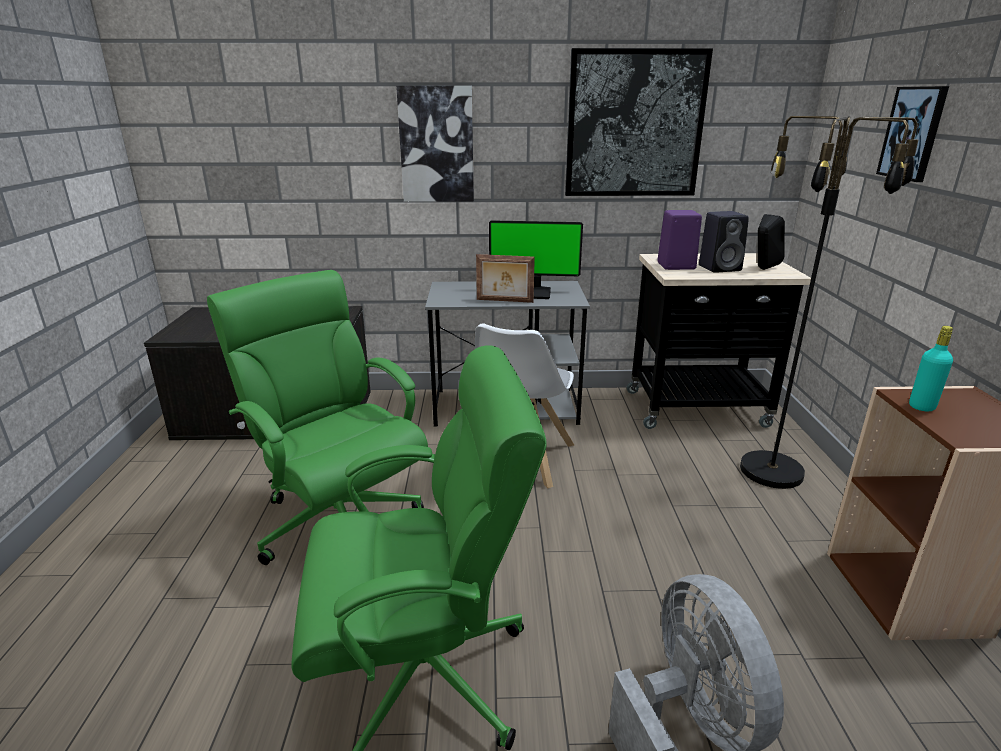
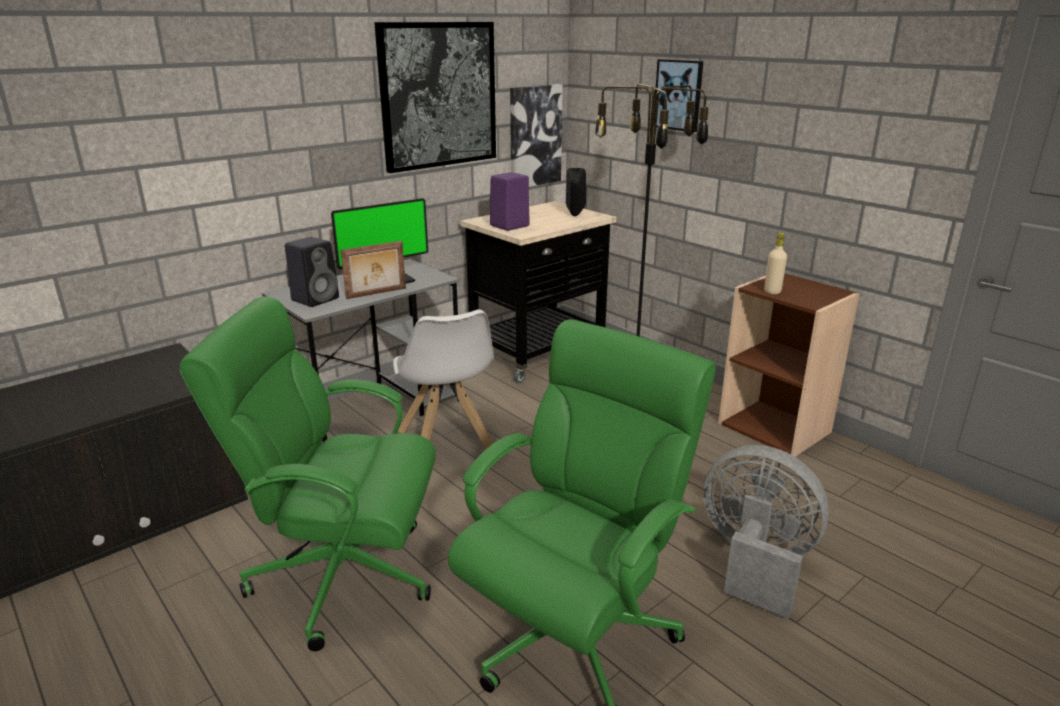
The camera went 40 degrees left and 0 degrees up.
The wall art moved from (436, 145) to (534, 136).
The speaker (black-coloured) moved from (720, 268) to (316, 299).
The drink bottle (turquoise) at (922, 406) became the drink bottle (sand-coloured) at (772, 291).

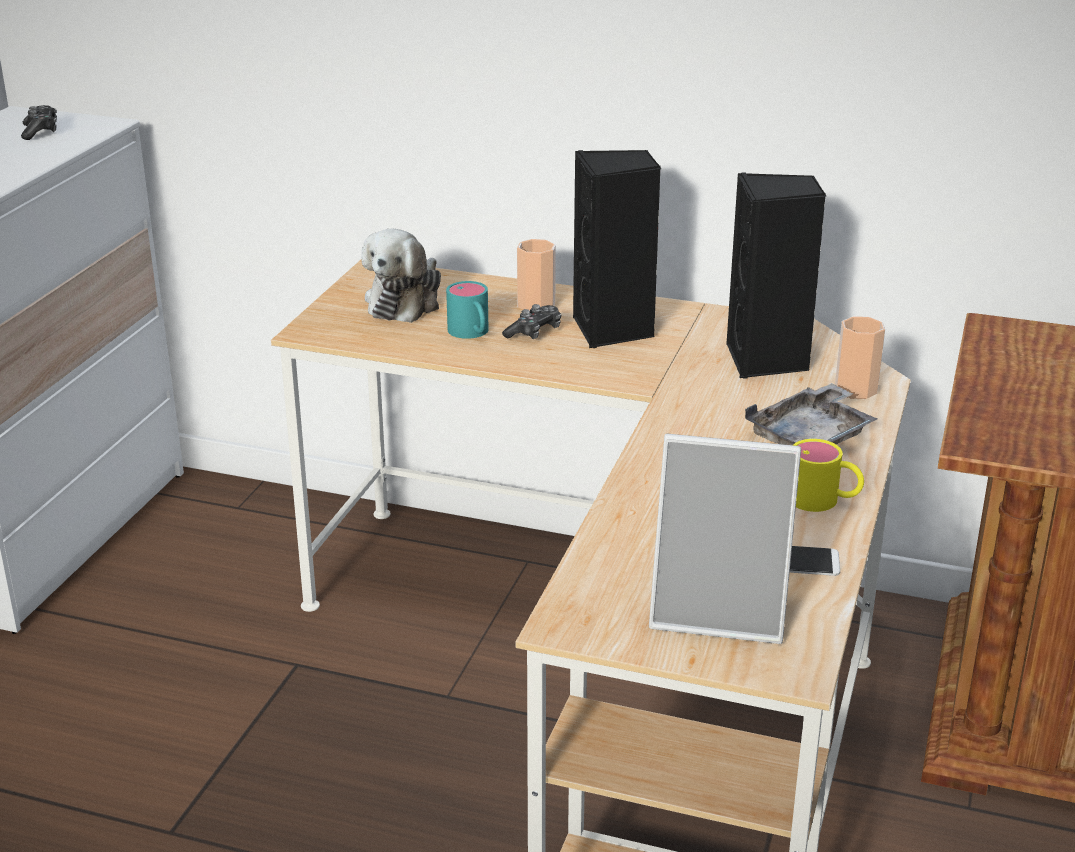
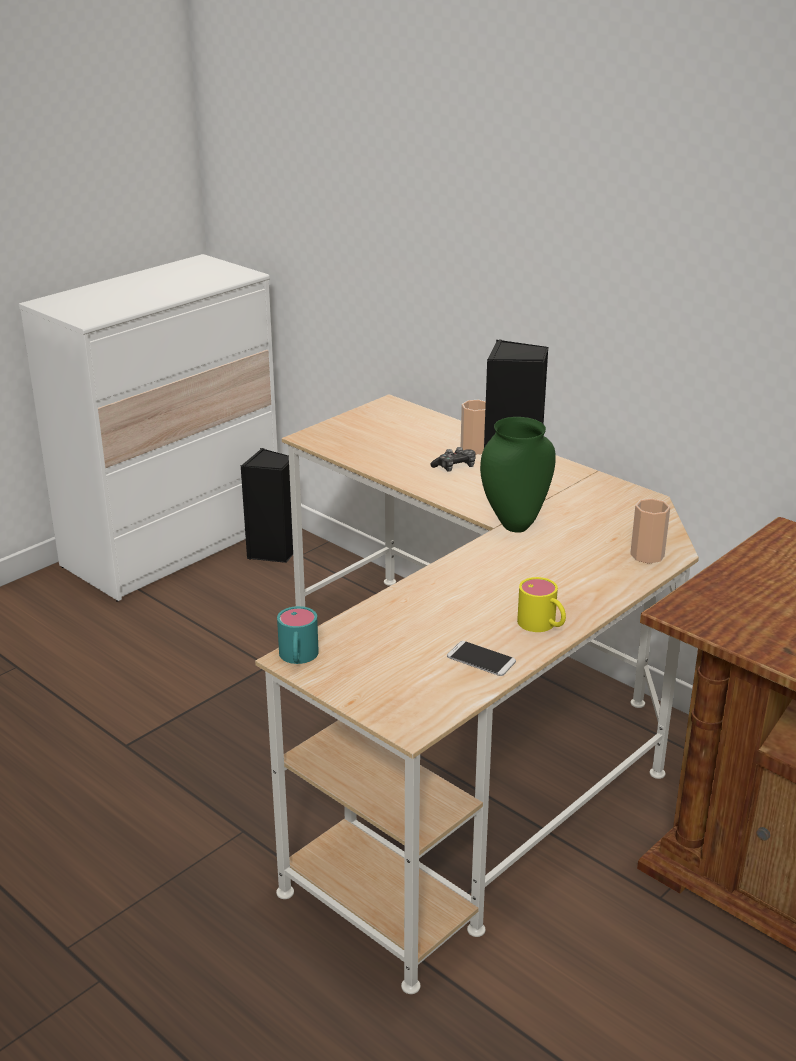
The camera went 25 degrees right and 0 degrees up.
The gamepad at (40, 131) disappeared.
The cuddly toy at (405, 302) disappeared.
The standing frame at (720, 610) disappeared.
The carrying tray (gray) at (812, 437) disappeared.
The decorative vase (greenish) at (514, 525) appeared.
The mug (turquoise) moved from (471, 333) to (298, 658).
The speaker (black-coloured) moved from (767, 361) to (273, 552).

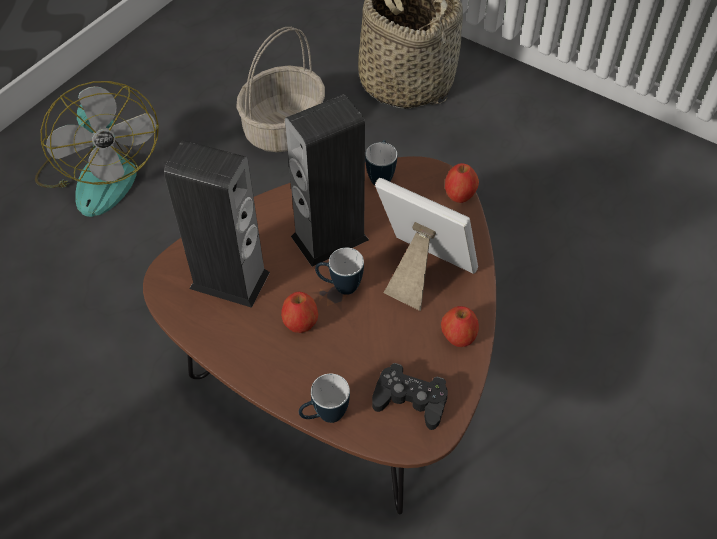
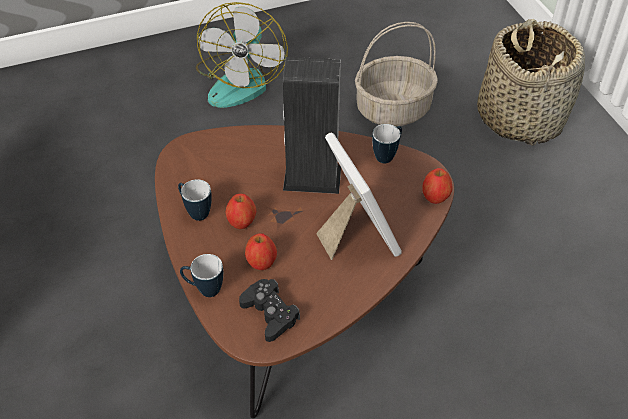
The camera went 35 degrees right and 5 degrees down.
The speaker at (229, 280) disappeared.
The mug moved from (339, 286) to (195, 212).
The apple moved from (458, 337) to (261, 262).

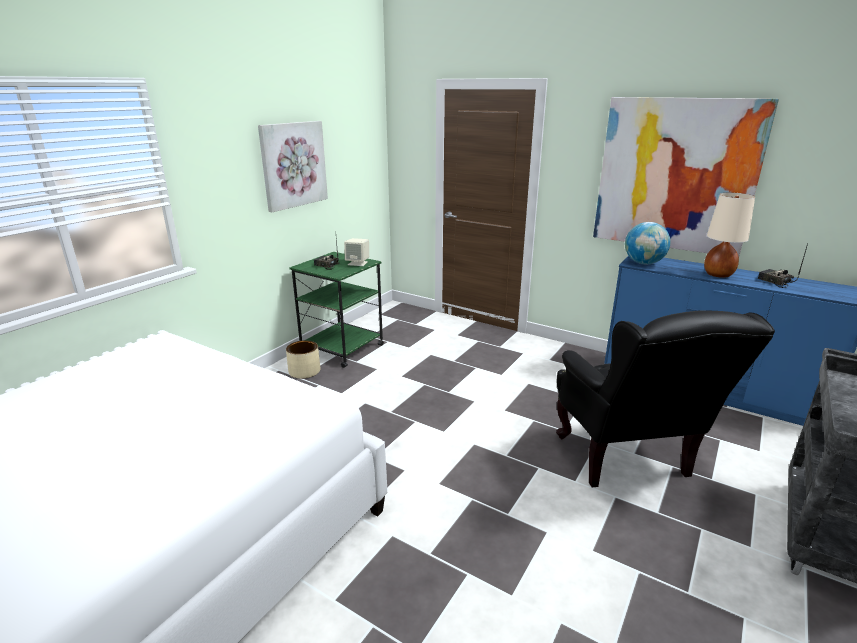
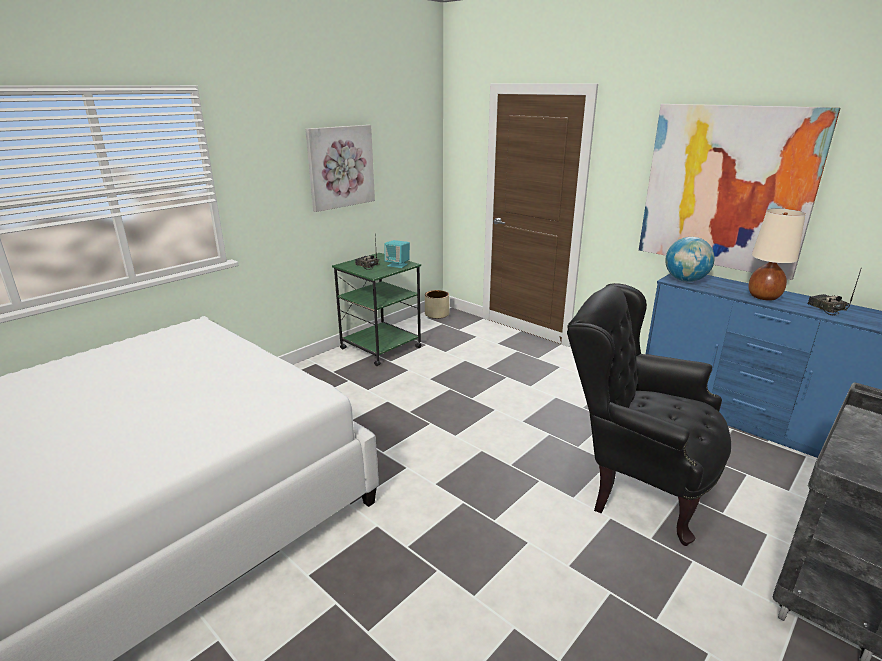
The camera went 10 degrees right and 0 degrees up.
The plant pot (sand-coloured) moved from (304, 372) to (436, 314).
The speaker (sand-coloured) at (358, 263) became the speaker (turquoise) at (397, 265).
The lounge chair (black-coloured) at (629, 464) turned 120 degrees clockwise.

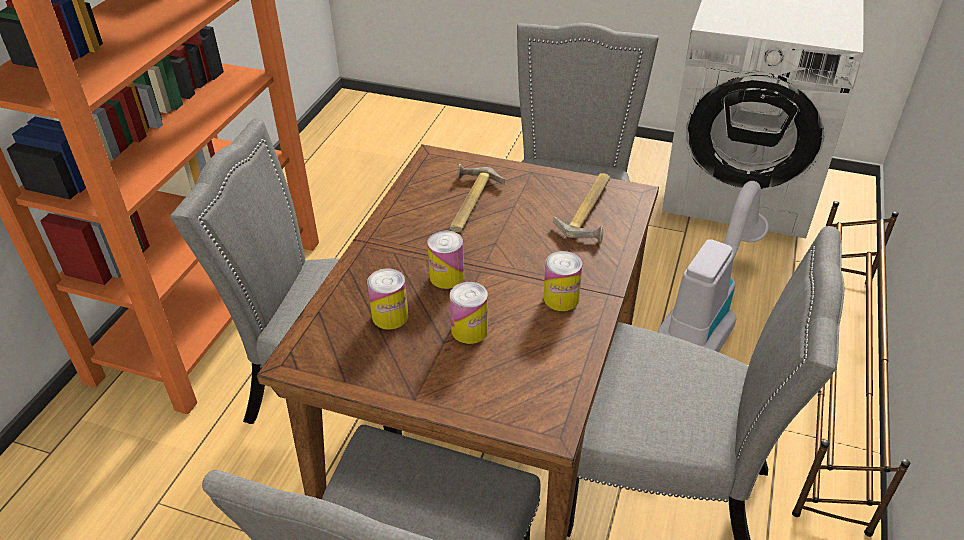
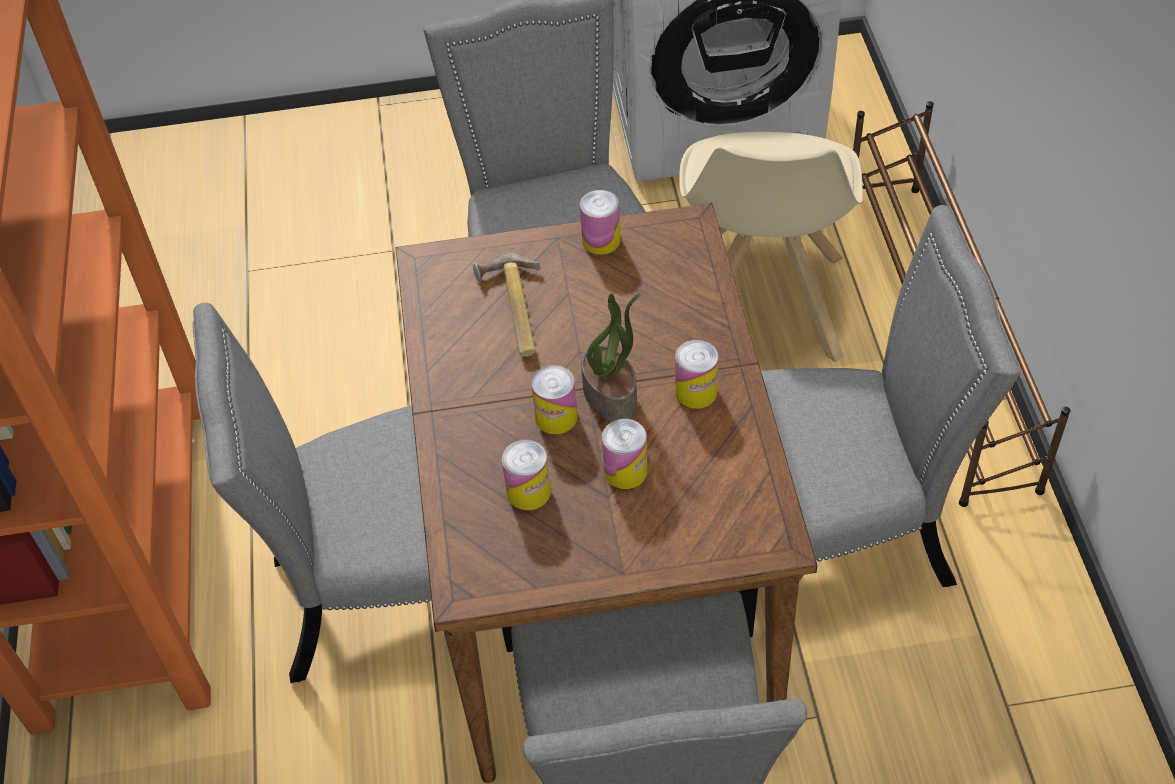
The camera went 25 degrees left and 10 degrees up.
The hand hammer at (592, 211) disappeared.
The can at (601, 240) appeared.
The plant in a pot at (611, 395) appeared.
The vacuum cleaner at (707, 317) was replaced by the upright chair (sand-coloured) at (761, 308).

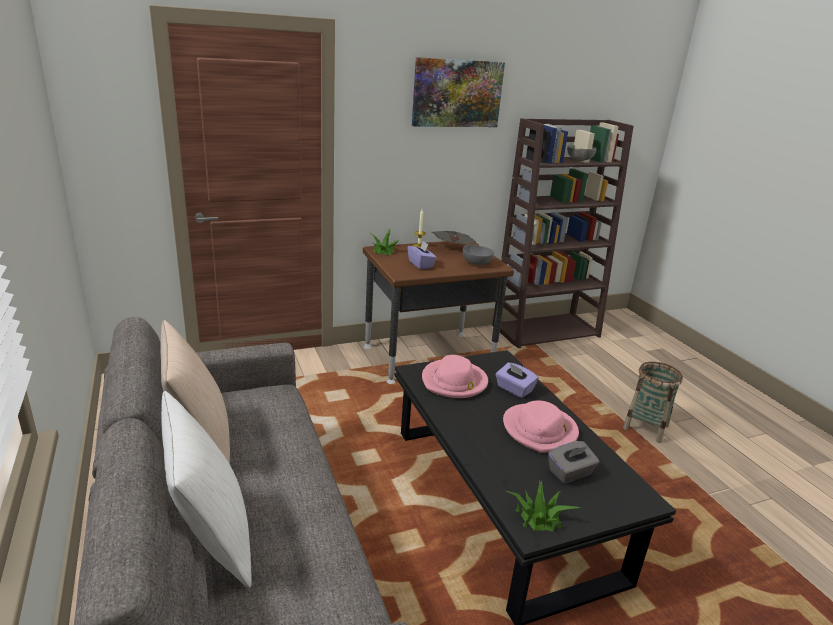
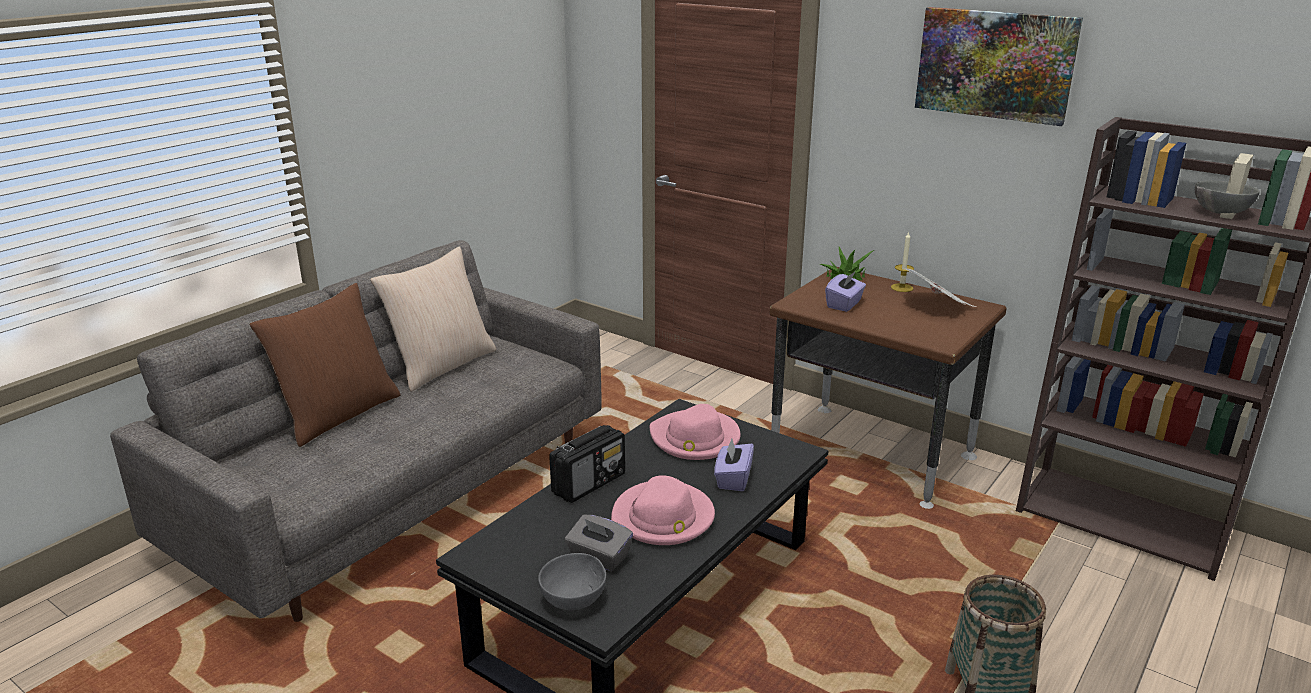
The camera went 60 degrees right and 0 degrees up.
The plant in a pot at (538, 517) disappeared.
The radio receiver at (589, 483) appeared.
The bowl (gray) moved from (477, 263) to (575, 599).
The throw pillow (white-coloured) at (212, 538) became the throw pillow (brown) at (338, 414).

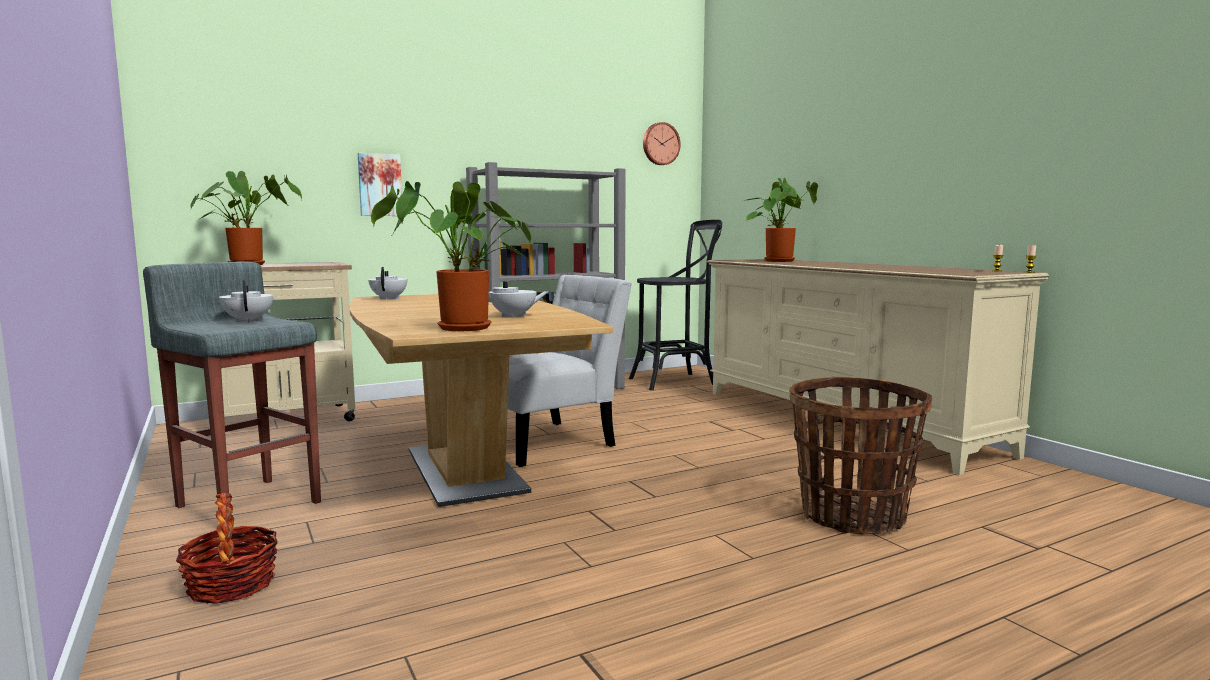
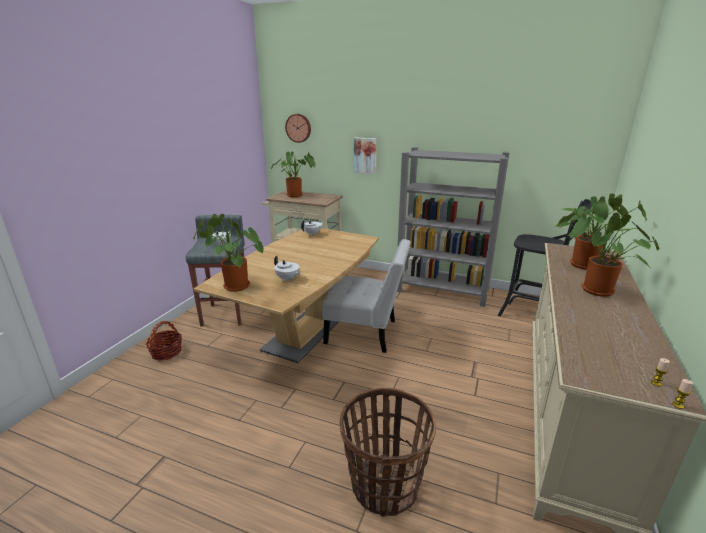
The camera went 50 degrees right and 15 degrees up.
The plant in a pot at (594, 291) appeared.
The wall clock moved from (660, 144) to (298, 128).

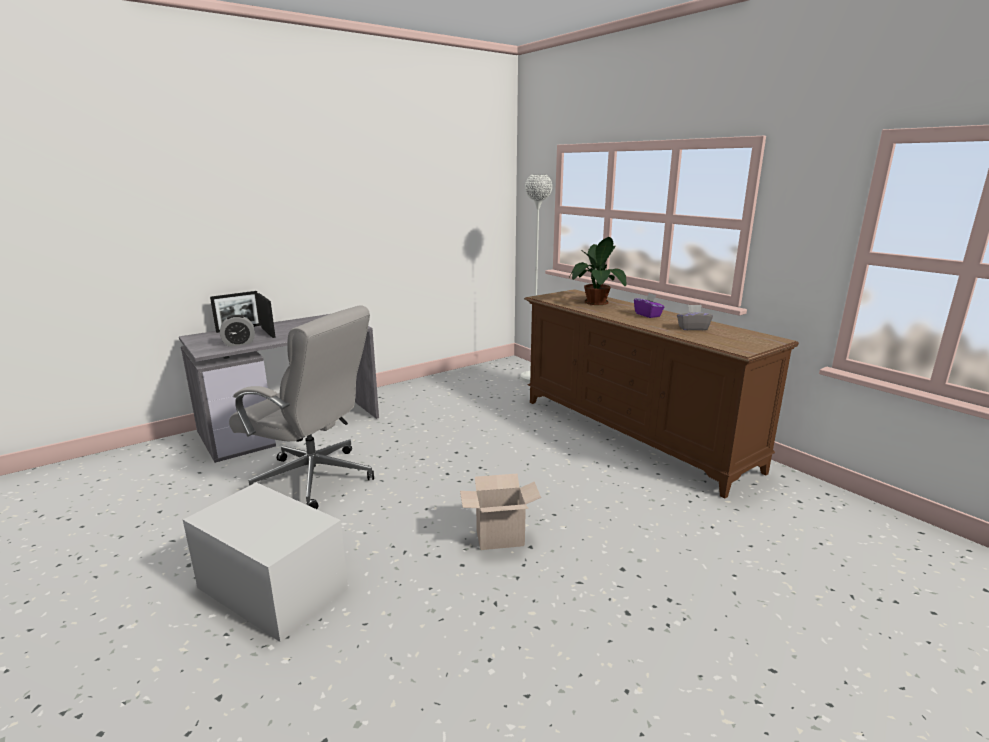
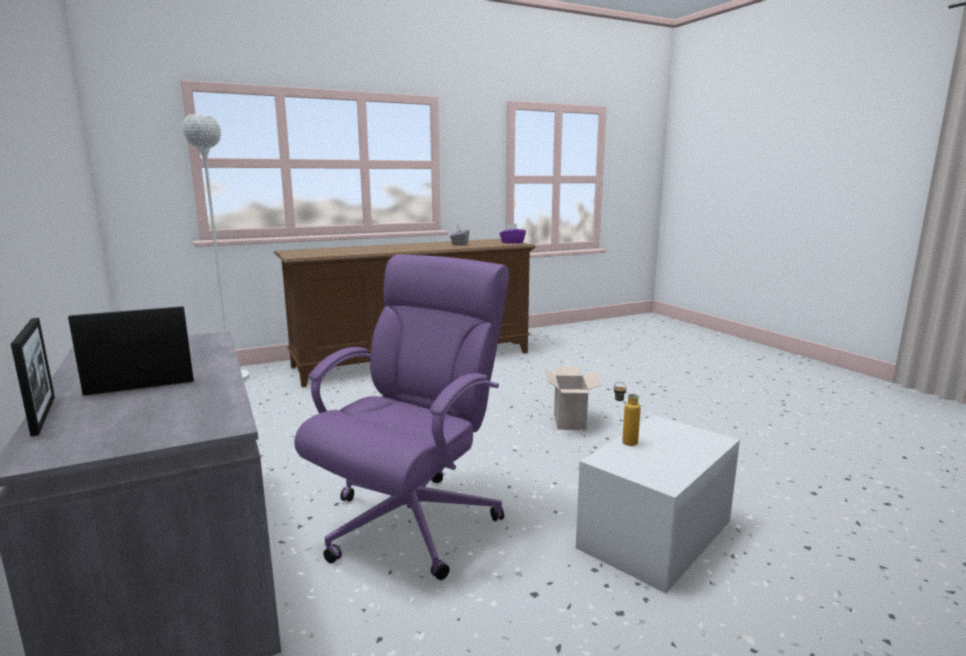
The camera went 80 degrees left and 5 degrees down.
The bedside clock at (239, 343) disappeared.
The plant in a pot at (596, 303) disappeared.
The drink bottle at (623, 441) appeared.
The tissue box (purple-coloured) moved from (648, 315) to (512, 242).
The computer chair (gray) at (314, 477) became the computer chair (purple-coloured) at (410, 524).

